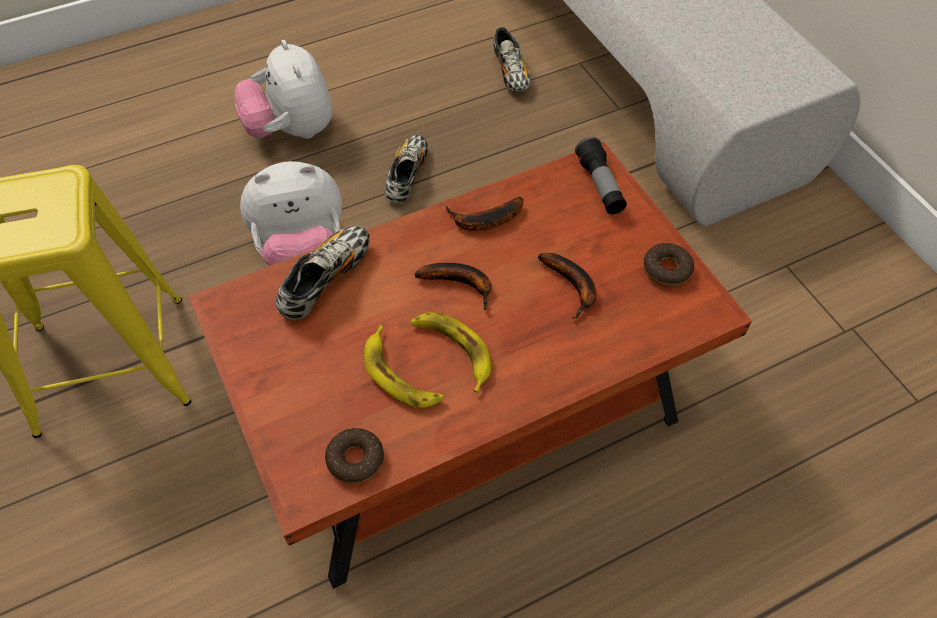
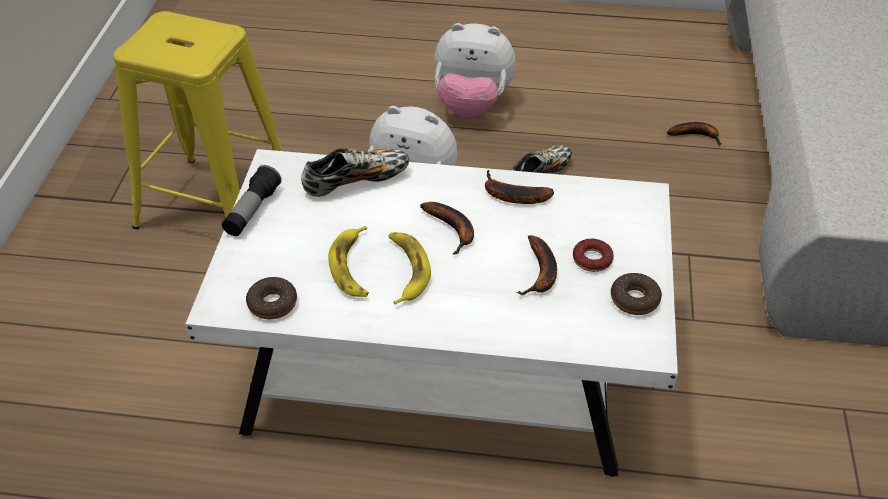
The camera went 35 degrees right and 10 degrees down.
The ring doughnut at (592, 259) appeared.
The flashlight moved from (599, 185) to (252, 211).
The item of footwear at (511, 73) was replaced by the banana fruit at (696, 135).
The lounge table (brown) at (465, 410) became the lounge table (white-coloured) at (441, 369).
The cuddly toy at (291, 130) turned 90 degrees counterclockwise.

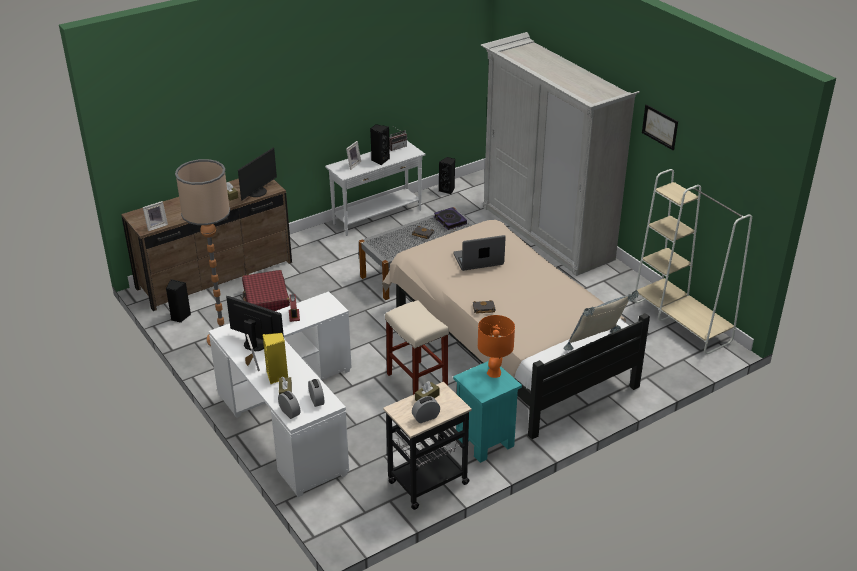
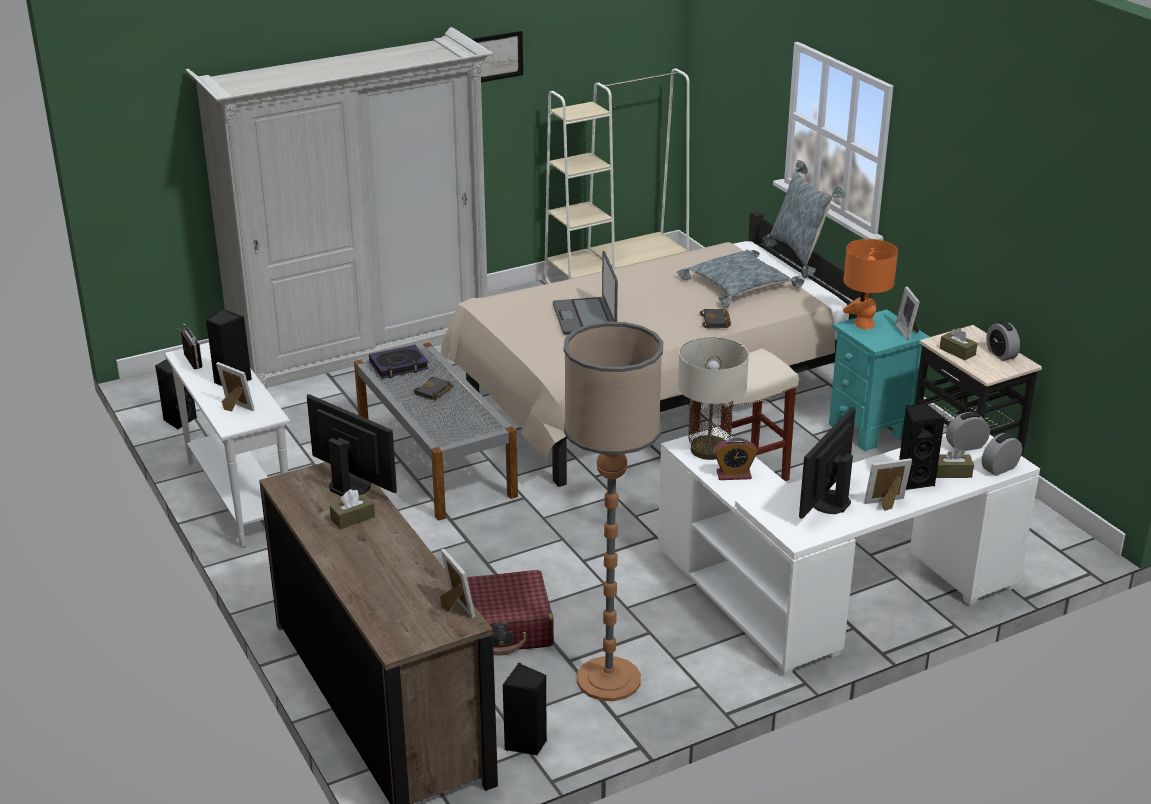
The camera went 85 degrees left and 5 degrees down.
The throw pillow at (740, 283) appeared.
The table lamp at (709, 450) appeared.
The standing frame at (908, 331) appeared.
The speaker (yellowish) at (277, 376) became the speaker (black-coloured) at (914, 480).

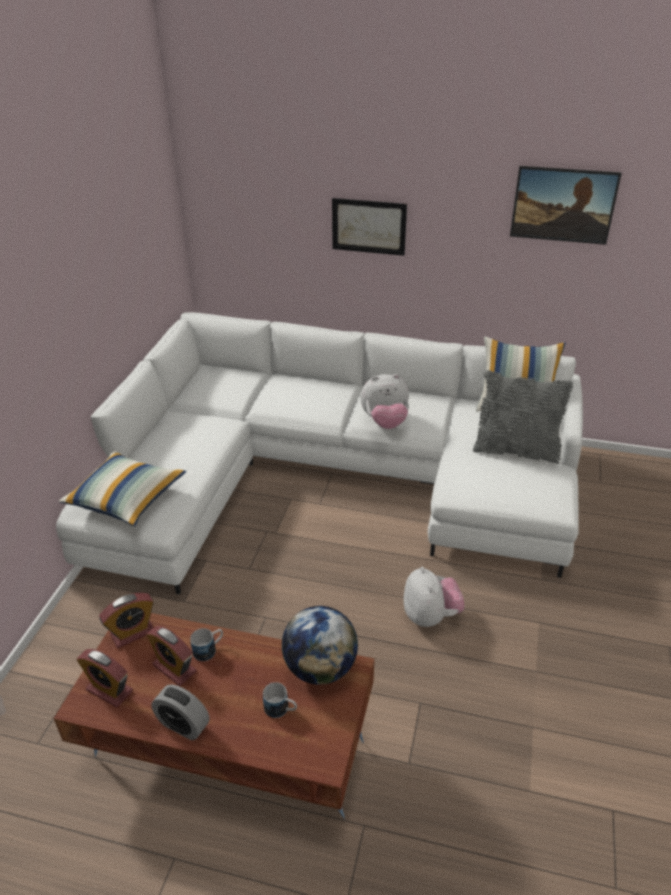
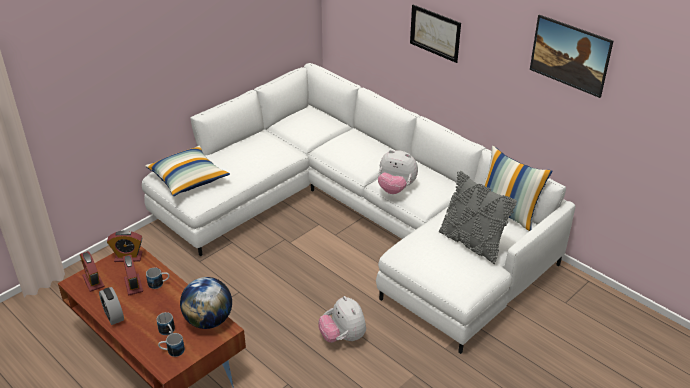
The camera went 30 degrees right and 0 degrees up.
The mug at (172, 351) appeared.
The cuddly toy at (430, 616) turned 135 degrees clockwise.

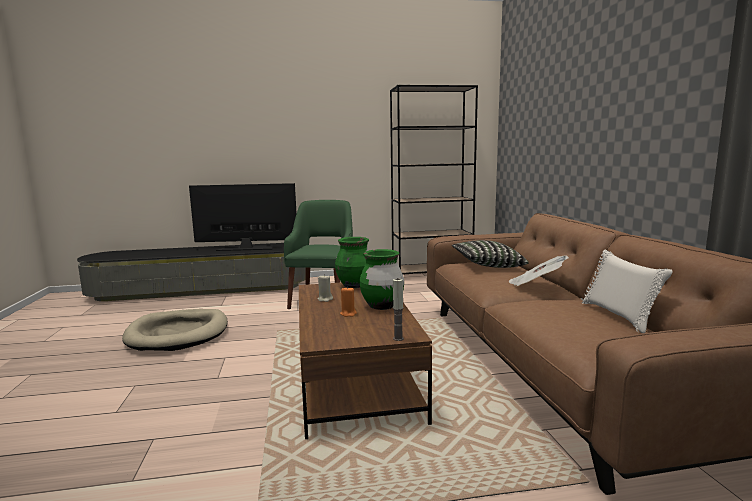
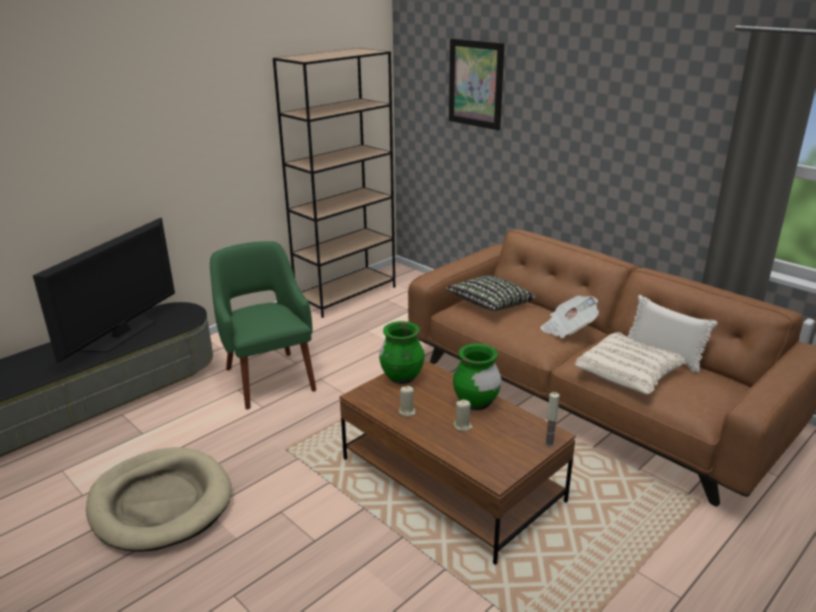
The camera went 35 degrees left and 15 degrees up.
The wall art at (475, 84) appeared.
The throw pillow (sand-coloured) at (628, 372) appeared.
The wax light (orangey) at (348, 314) became the wax light (sand-coloured) at (463, 426).
The TV set at (246, 248) turned 150 degrees clockwise.

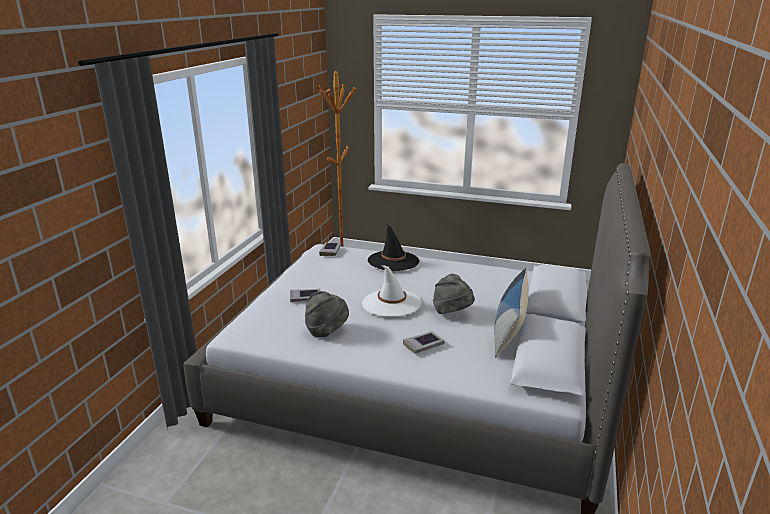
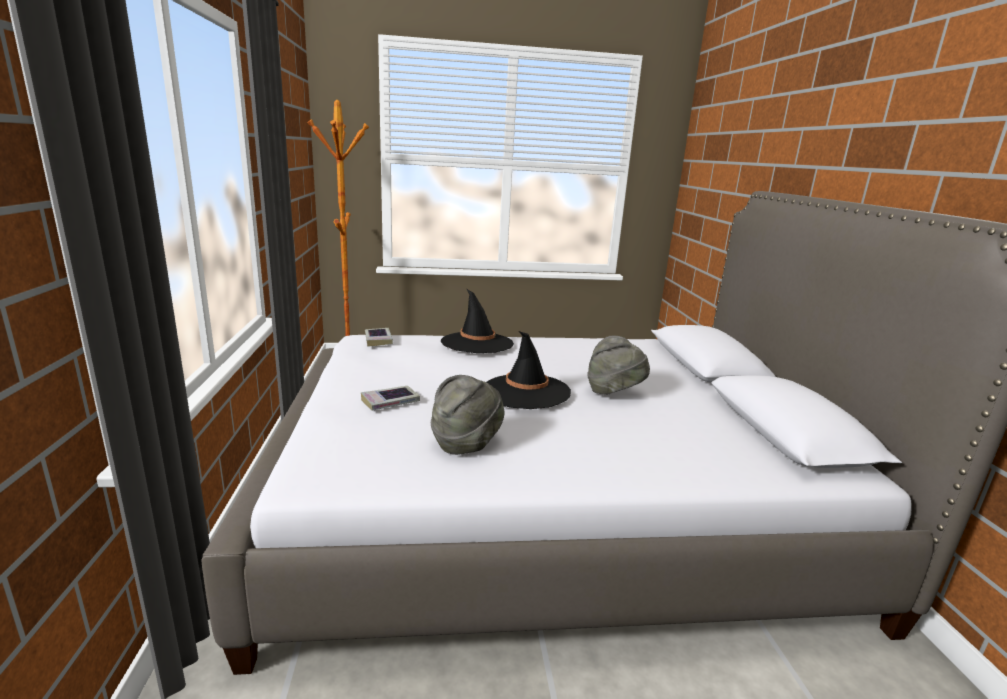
The camera went 25 degrees left and 5 degrees down.
The book at (423, 345) disappeared.
The throw pillow at (509, 331) disappeared.
The clothing hat (white-coloured) at (391, 303) became the clothing hat (black-coloured) at (525, 392).

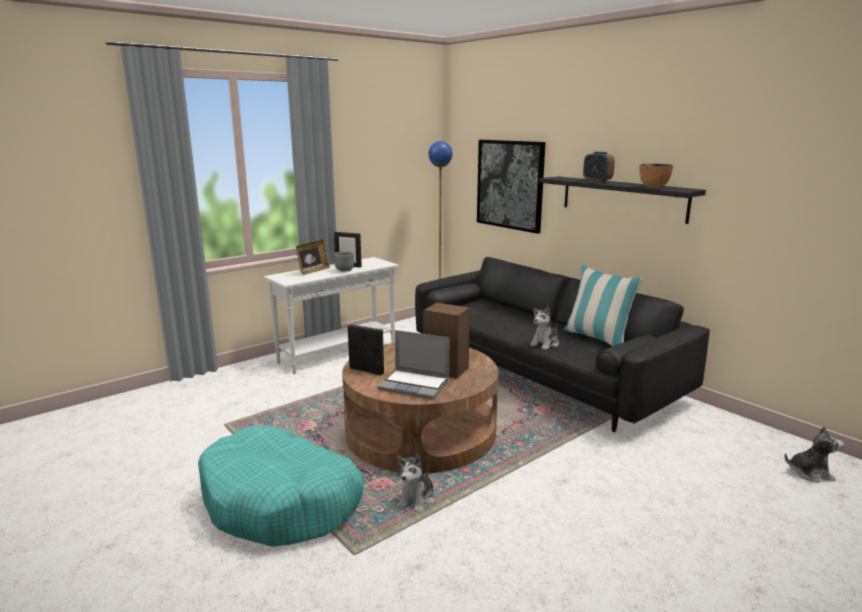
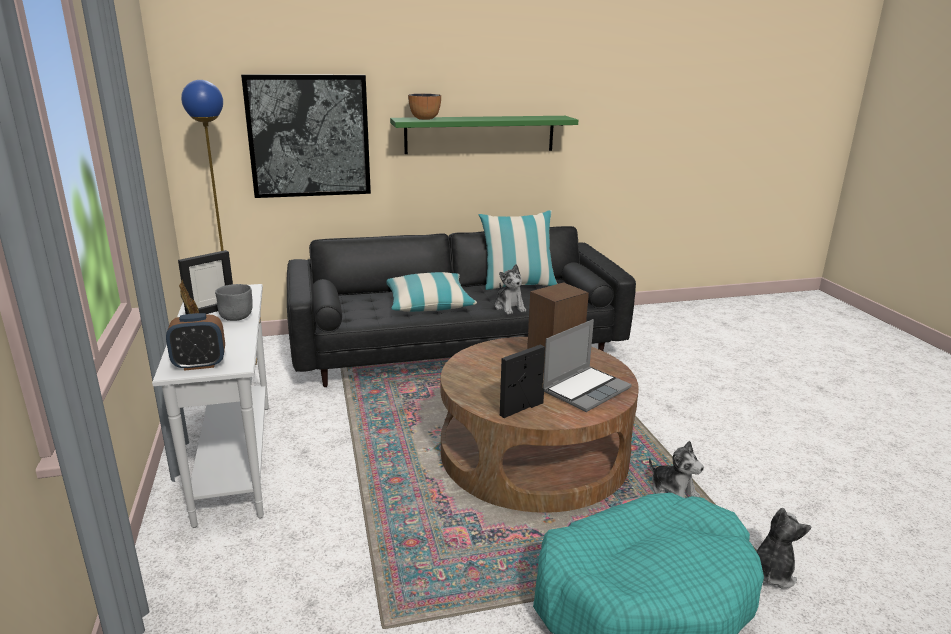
The camera went 65 degrees left and 5 degrees up.
The throw pillow at (428, 303) appeared.
The bedside clock moved from (597, 181) to (200, 365).
The bowl moved from (653, 187) to (424, 119).
The cuddly toy moved from (809, 473) to (771, 572).
The shelf (black-coloured) at (622, 198) became the shelf (greenish) at (480, 134).

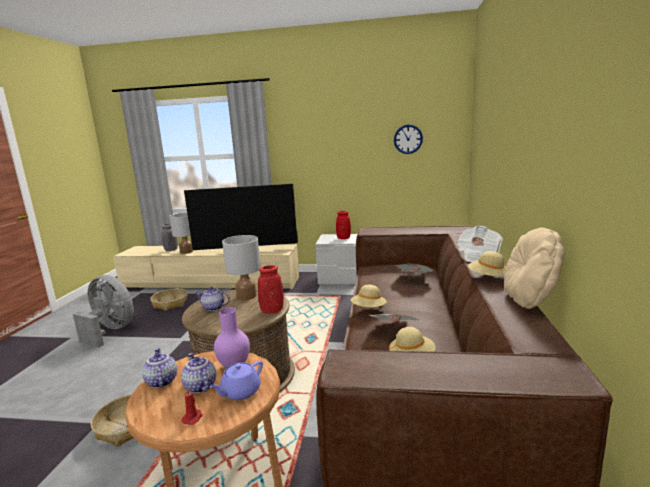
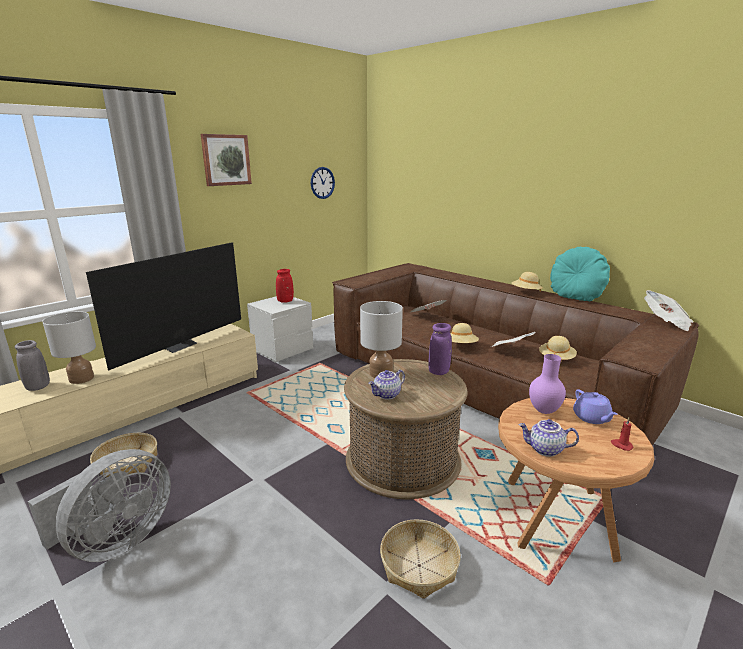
The camera went 55 degrees left and 5 degrees up.
The pot for tea at (199, 386) disappeared.
The wall art at (226, 160) appeared.
The newspaper moved from (478, 255) to (666, 322).
The decorative vase (red) at (272, 310) became the decorative vase (purple-coloured) at (438, 371).
The throw pillow (sand-coloured) at (529, 301) became the throw pillow (turquoise) at (575, 298).
The fan (gray) at (110, 331) turned 150 degrees clockwise.

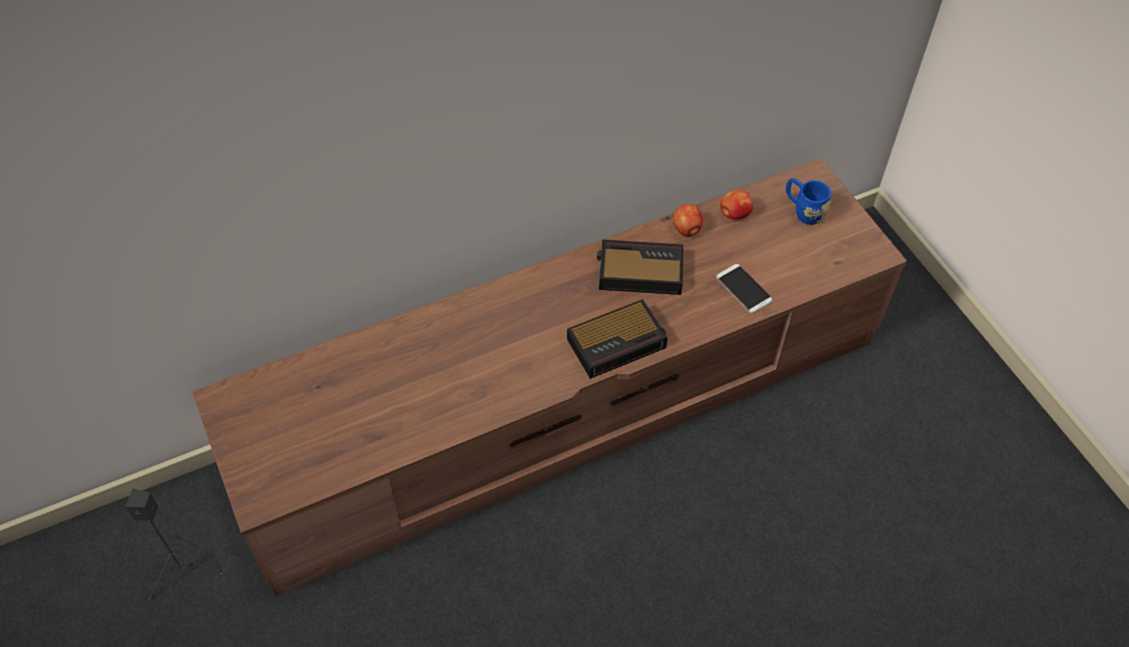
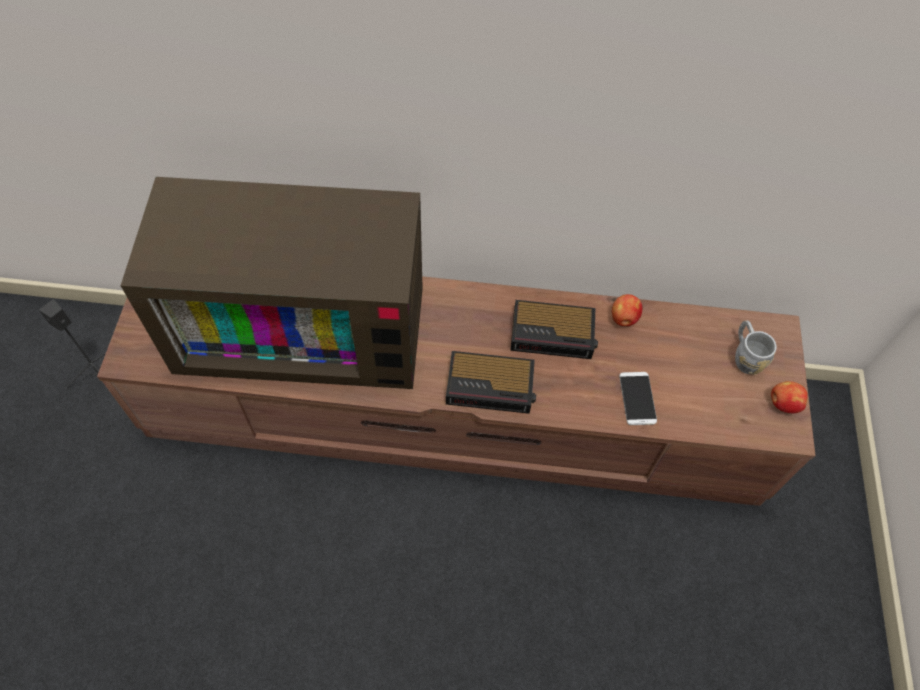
The camera went 30 degrees right and 5 degrees up.
The TV set at (305, 323) appeared.
The apple moved from (734, 214) to (783, 404).
The mug (blue) at (803, 211) became the mug (gray) at (745, 356).
The bedside clock at (638, 272) turned 150 degrees clockwise.

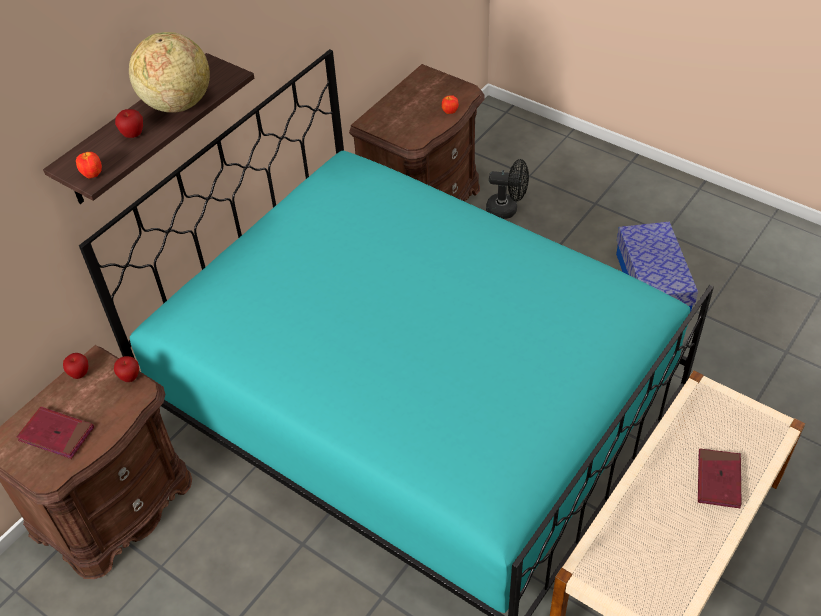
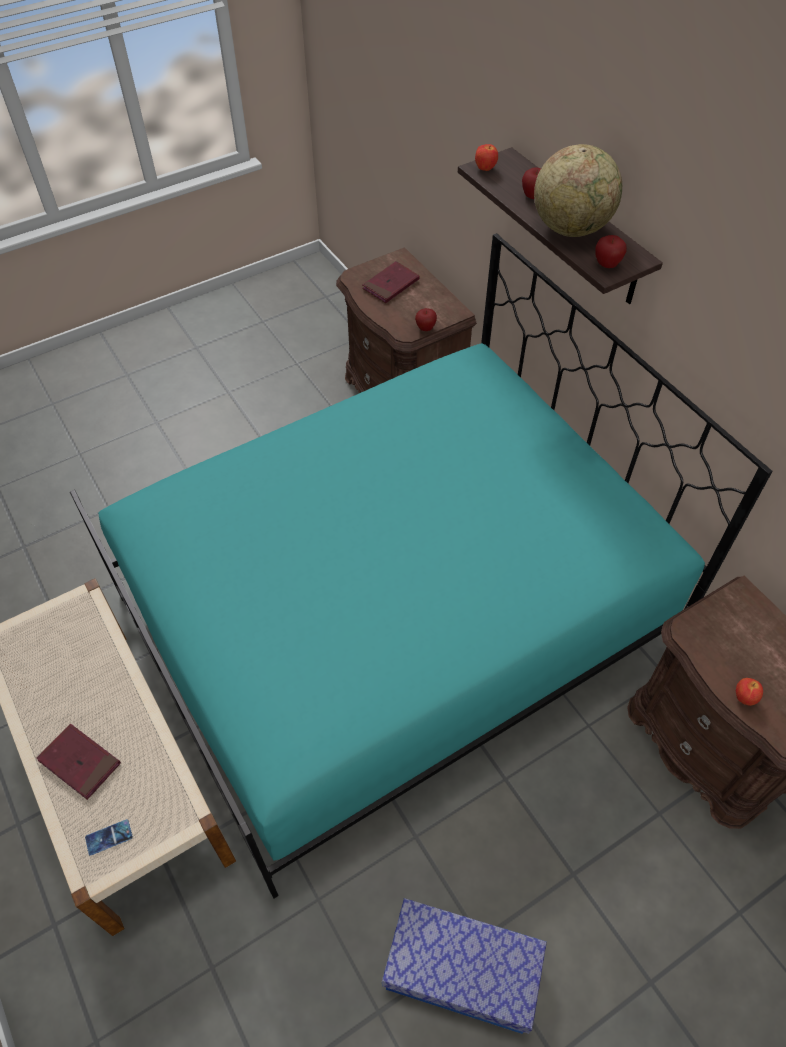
The camera went 110 degrees right and 5 degrees up.
The fan (black-coloured) at (507, 209) disappeared.
The handset at (109, 837) appeared.
The apple moved from (79, 374) to (607, 265).

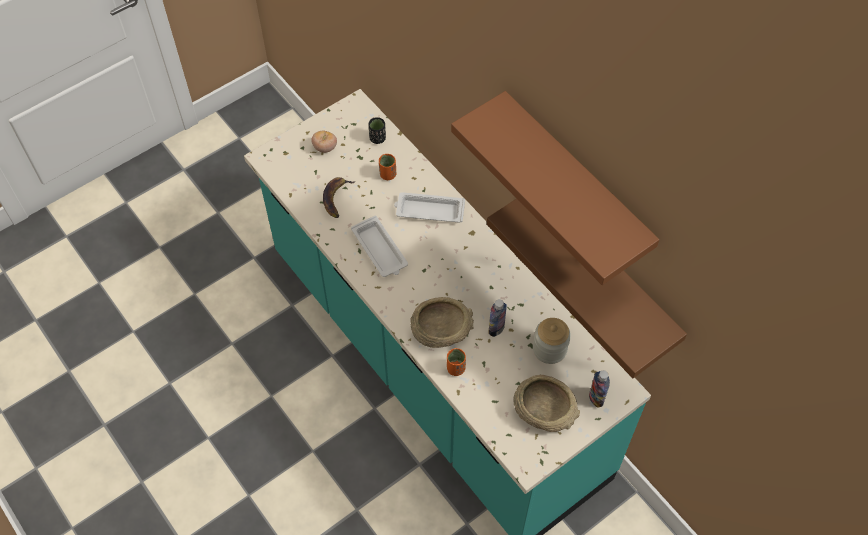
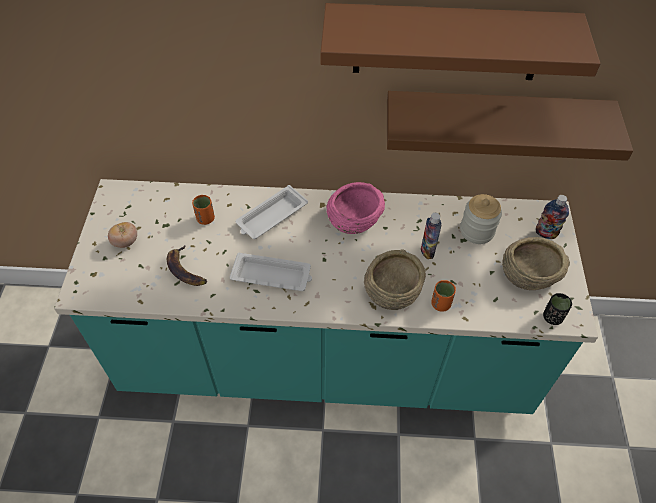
The camera went 50 degrees left and 5 degrees down.
The bowl (pink-coloured) at (354, 217) appeared.
The small cup (black-coloured) moved from (377, 138) to (552, 317).

